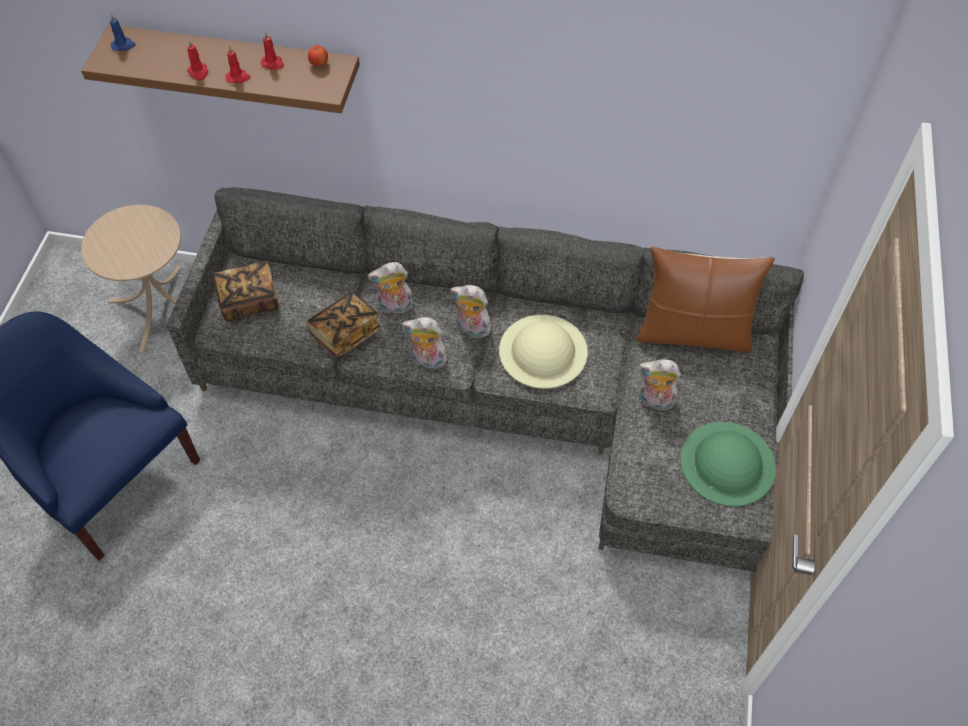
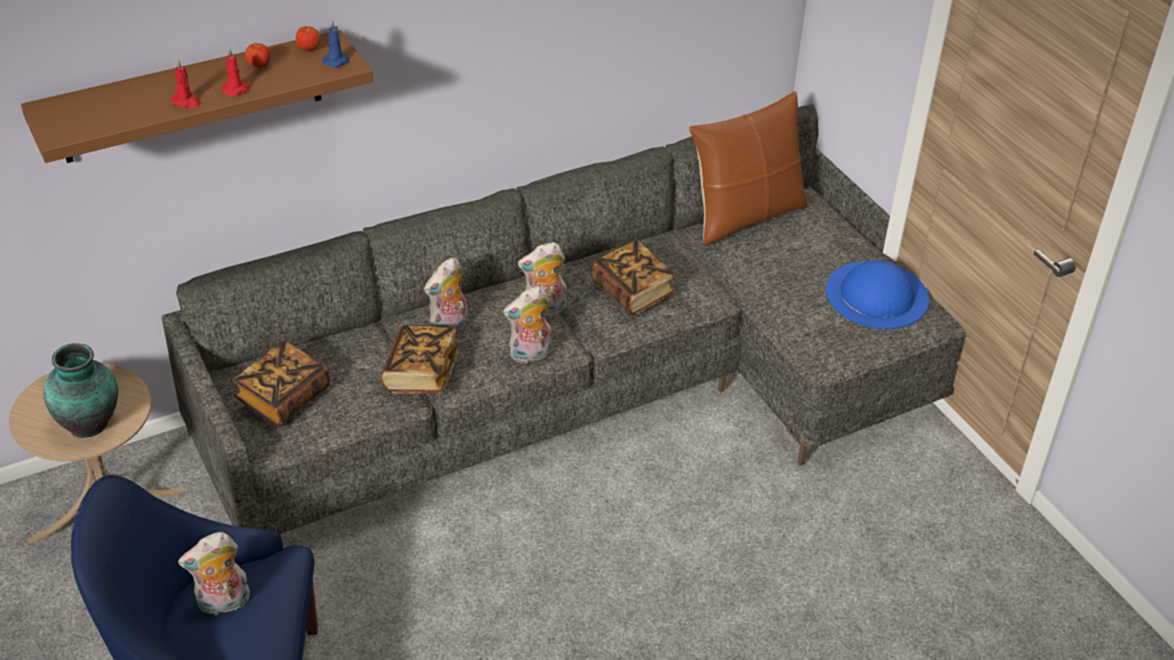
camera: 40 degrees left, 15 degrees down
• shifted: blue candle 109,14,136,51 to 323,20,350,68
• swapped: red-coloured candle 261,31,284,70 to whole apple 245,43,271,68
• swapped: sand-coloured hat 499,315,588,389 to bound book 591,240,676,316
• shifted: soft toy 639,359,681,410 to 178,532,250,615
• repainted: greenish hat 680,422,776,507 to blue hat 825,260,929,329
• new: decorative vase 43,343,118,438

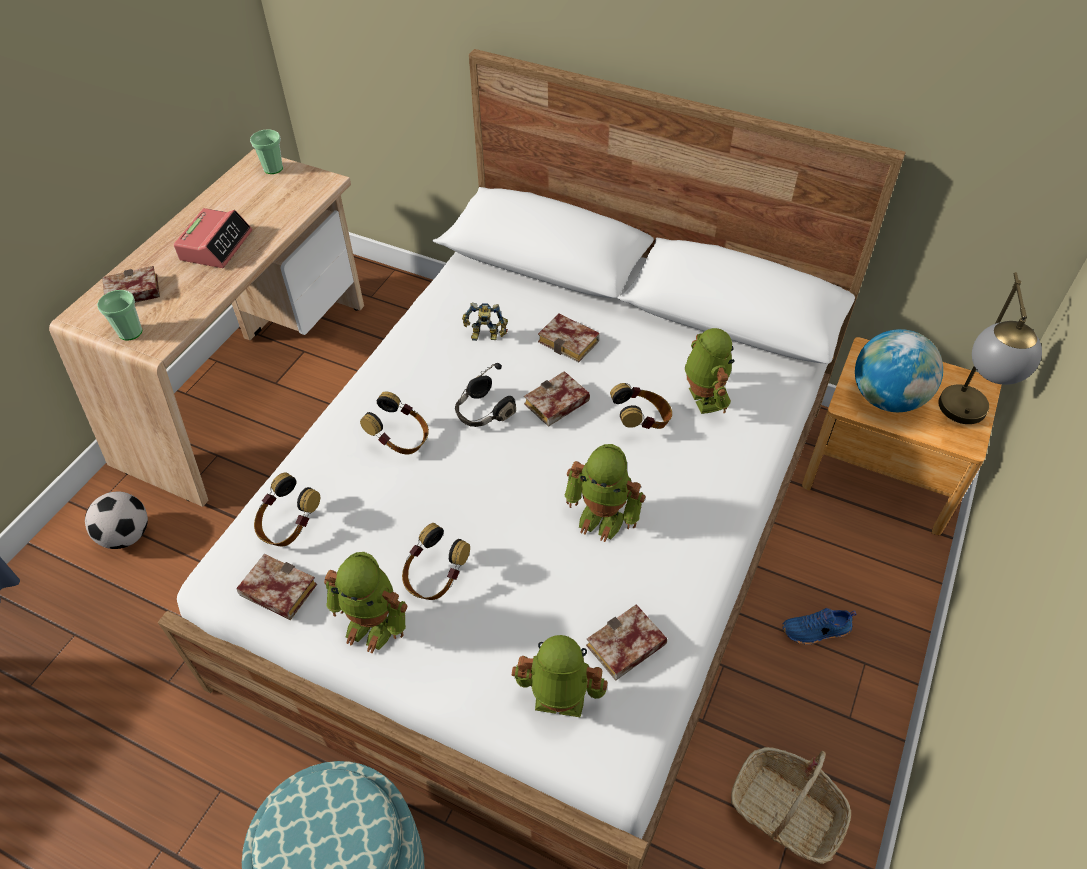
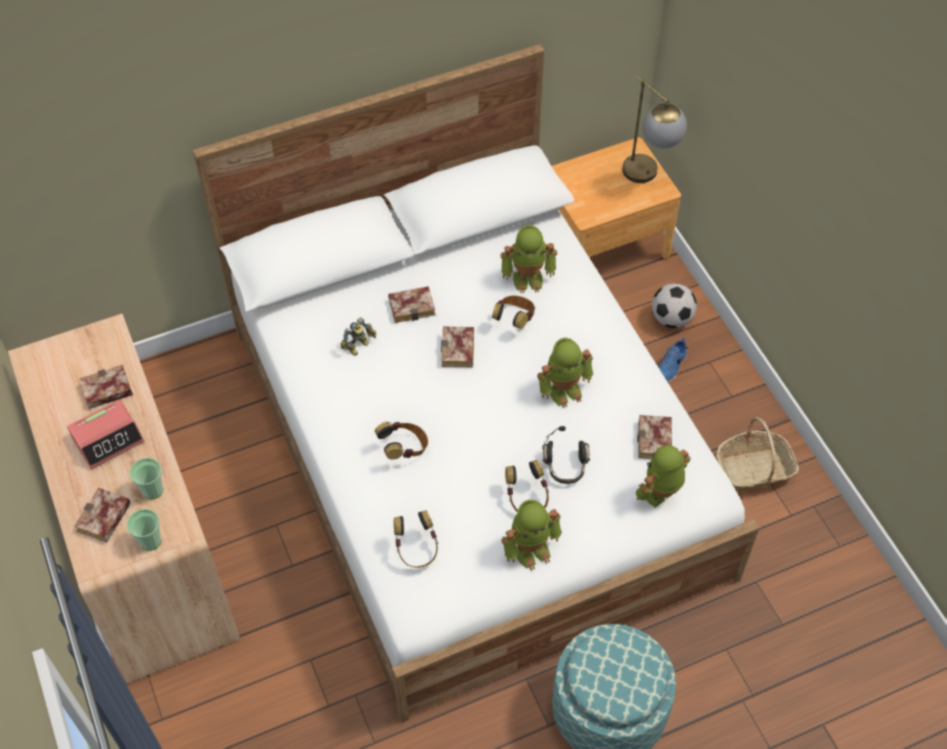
camera: 50 degrees left, 5 degrees up
• shifted: cup 250,129,283,174 to 130,458,163,499
• rotated: alarm clock 174,208,252,268 = 67,400,144,469 90 degrees clockwise
• rotated: robot figure 685,328,735,414 = 501,225,557,293 150 degrees clockwise
• gone: globe 855,329,943,412
• shifted: blackish headset 455,363,516,427 to 542,426,590,484
• shifted: football 85,492,148,549 to 652,283,697,328
• shifted: bound book 236,554,317,620 to 79,365,133,409

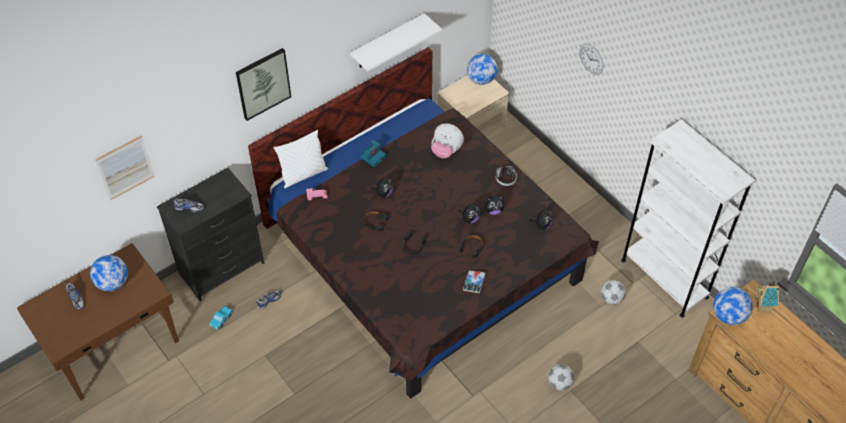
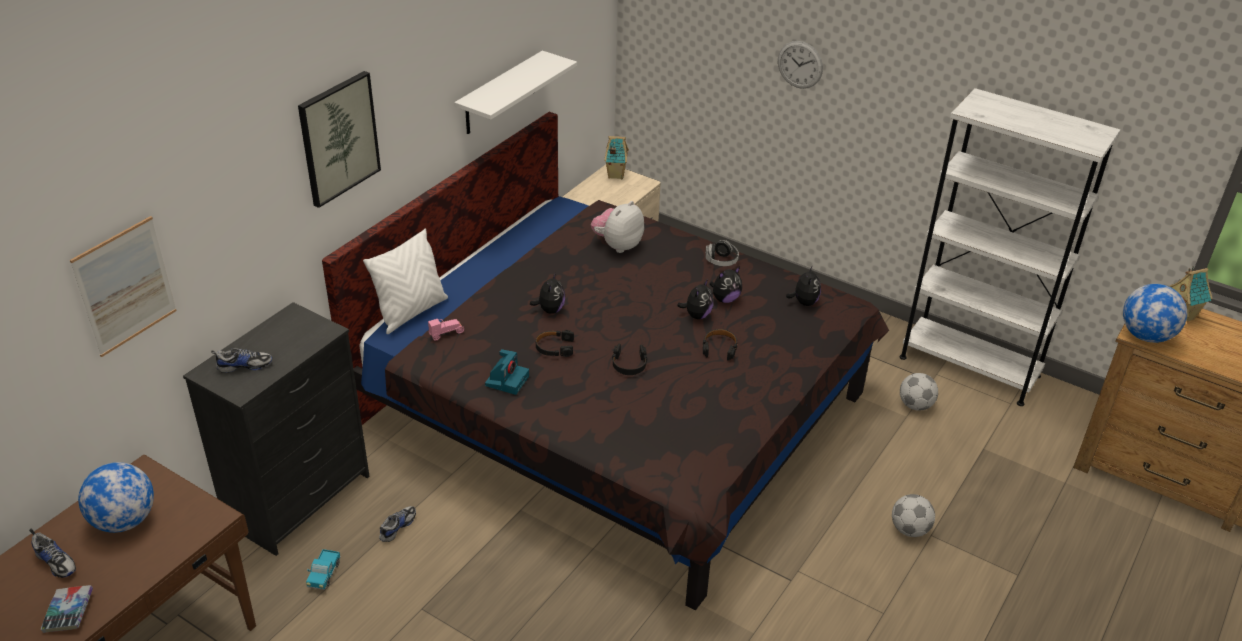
camera: 20 degrees left, 15 degrees down
• swapped: globe 467,54,497,85 to model house 604,136,629,179
• rotated: soft toy 431,124,464,158 = 591,201,644,253 120 degrees clockwise
• shifted: still camera 360,140,386,167 to 485,349,529,395
• shifted: bound book 463,270,486,293 to 41,585,93,633

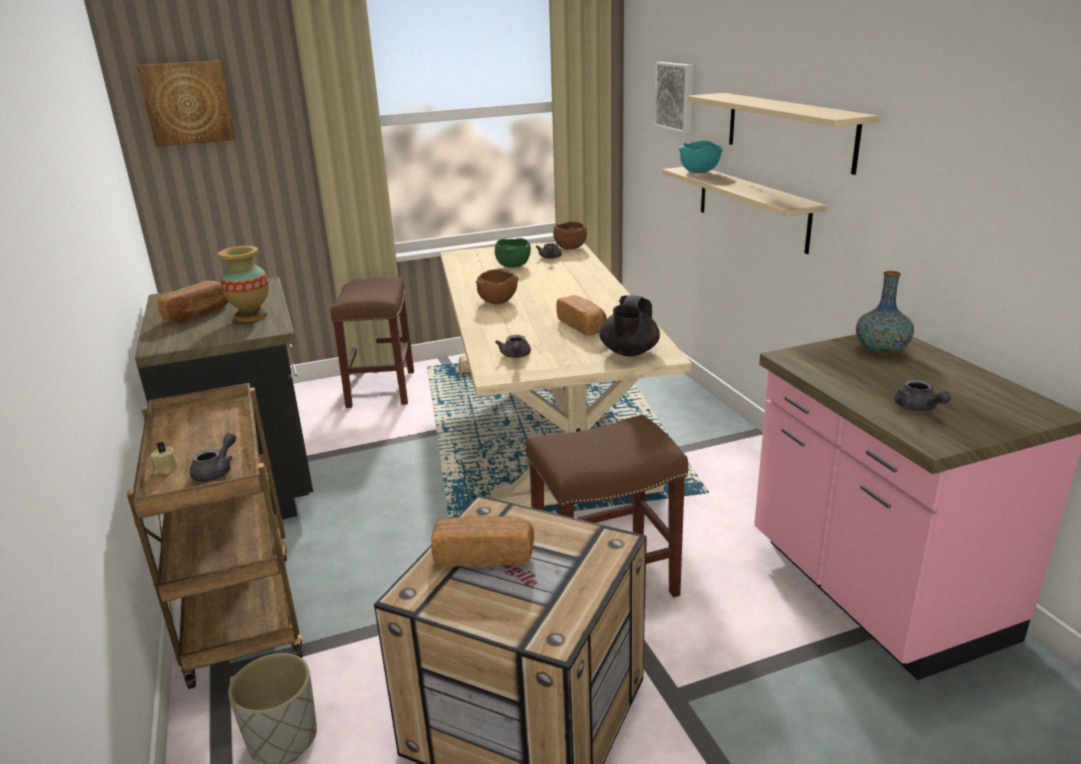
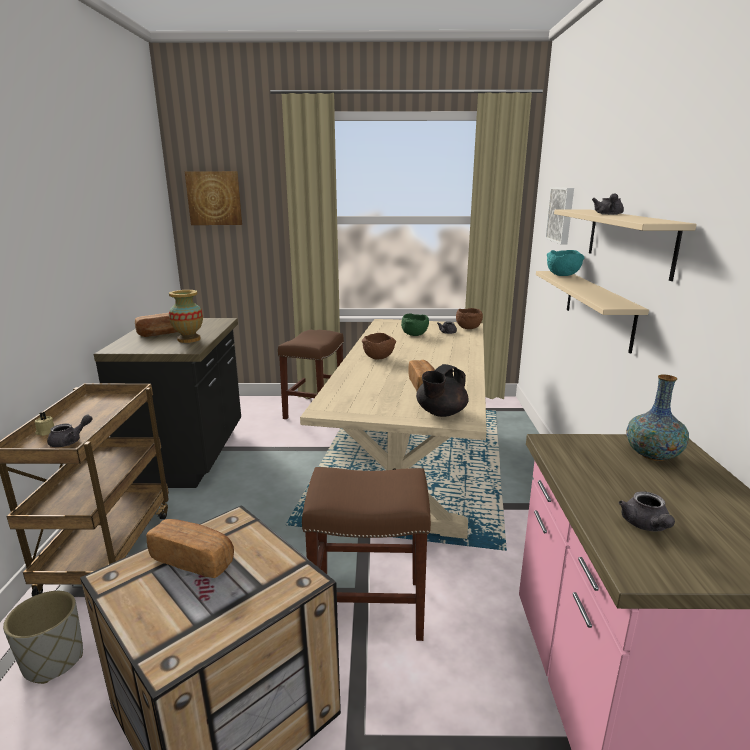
camera: 20 degrees right, 5 degrees down
• shifted: gray teapot 495,335,531,358 to 592,193,624,215

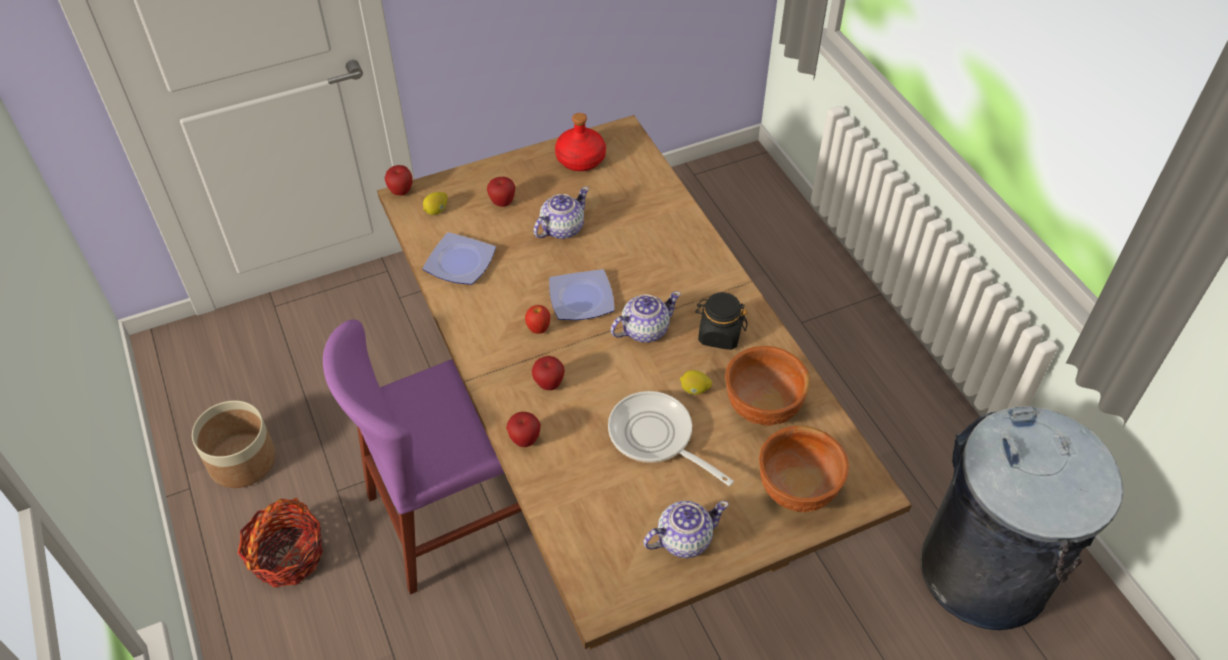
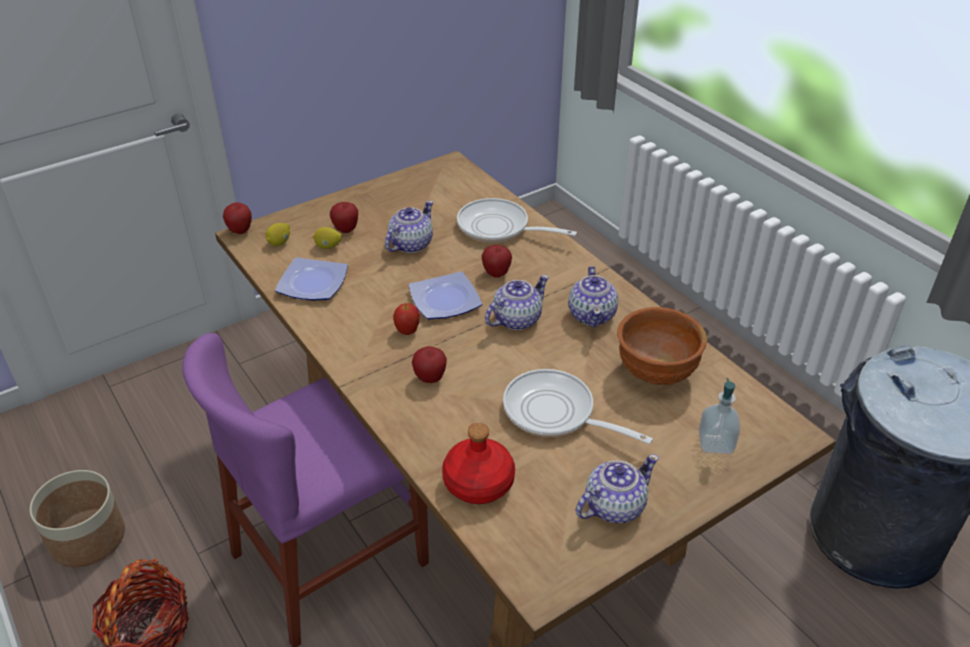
camera: 10 degrees left, 10 degrees down
• shifted: red-coloured beverage bottle 555,113,606,171 to 442,423,515,504
• swapped: blackish jar 695,292,748,350 to teapot 568,266,618,328
• shifted: citrus fruit 680,370,712,394 to 313,227,342,249
• shifted: whole apple 506,412,541,447 to 482,245,512,278
• swapped: brownish serving bowl 759,426,849,512 to soap dispenser 699,378,740,454
• new: frying pan 457,198,577,242

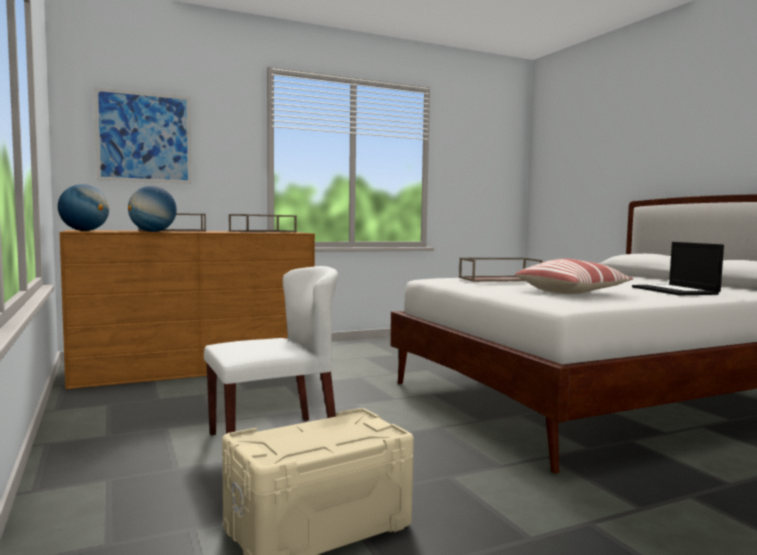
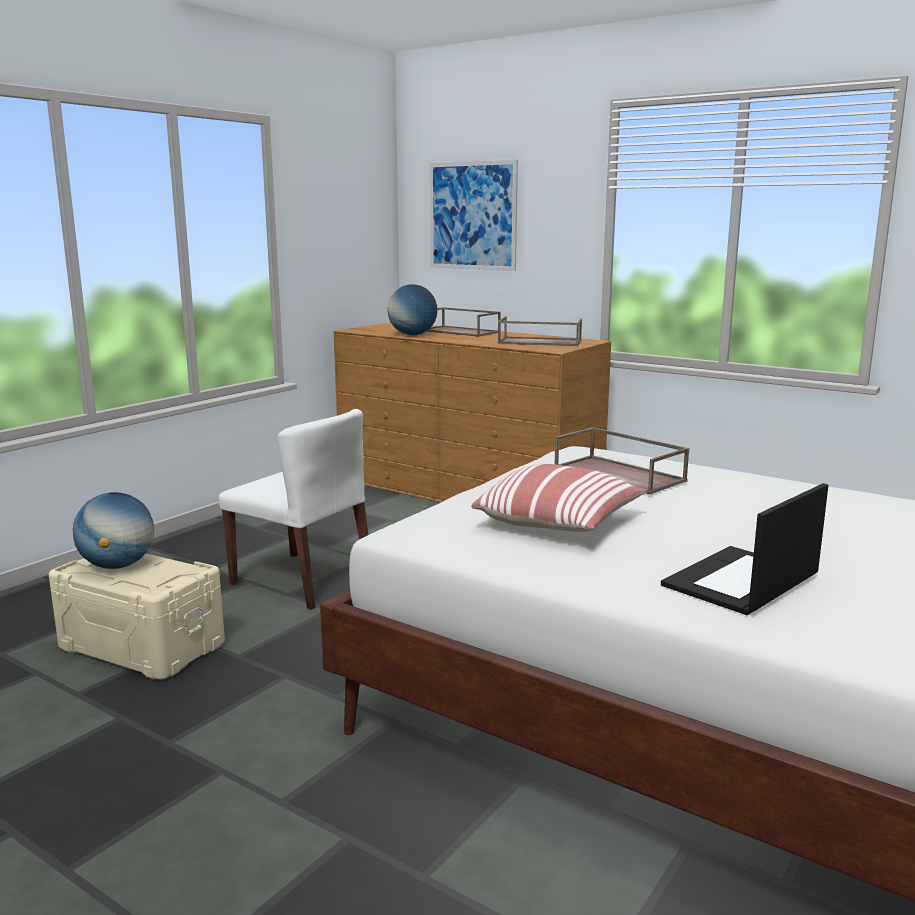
camera: 60 degrees right, 10 degrees up
• shifted: globe 58,184,109,231 to 73,492,154,569

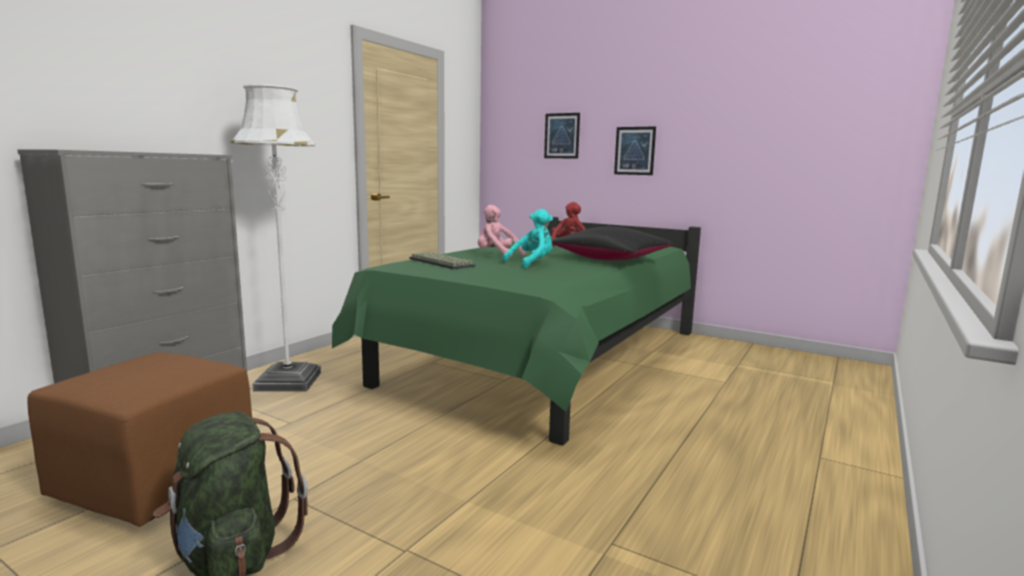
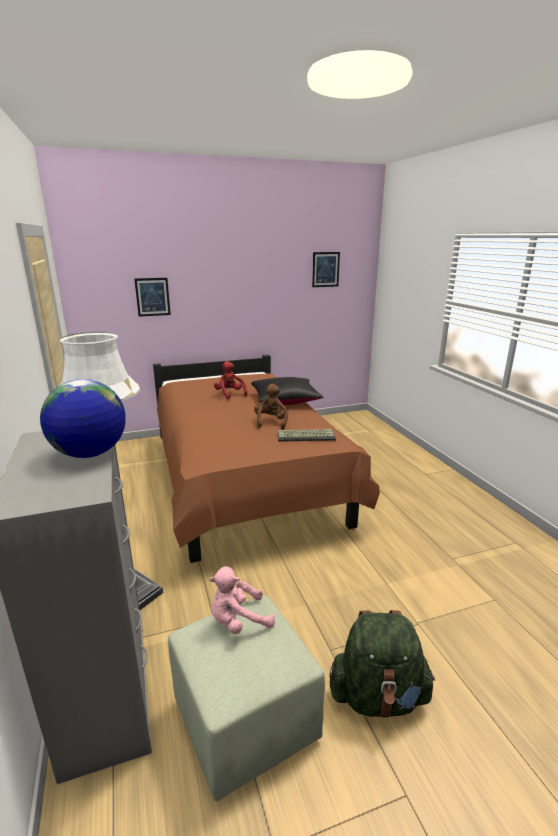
camera: 50 degrees left, 10 degrees up
• shifted: wall art 614,126,656,175 to 312,252,340,287
• shifted: pinkish soft toy 478,205,526,258 to 209,567,275,634
• repainted: turquoise-coloured soft toy 503,209,553,268 to brownish soft toy 254,384,288,430
• repainted: greenish bed 332,217,701,446 to brownish bed 153,355,380,563
• shifted: PC keyboard 409,252,475,269 to 277,429,336,442
• repainted: brownish pouffe 28,353,252,527 to greenish pouffe 168,595,325,801
• new: globe 40,379,126,458

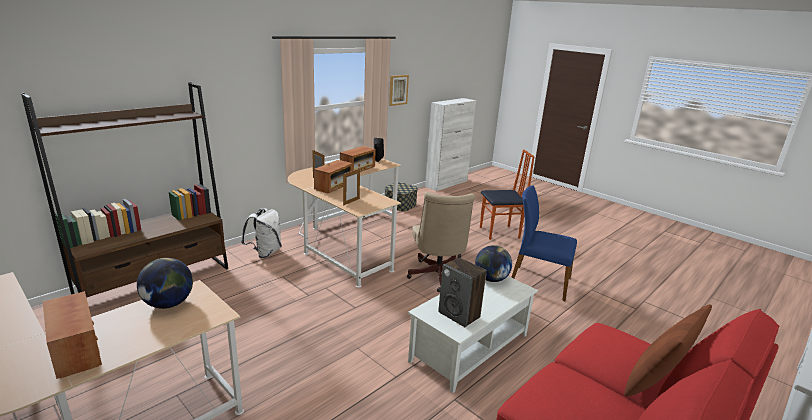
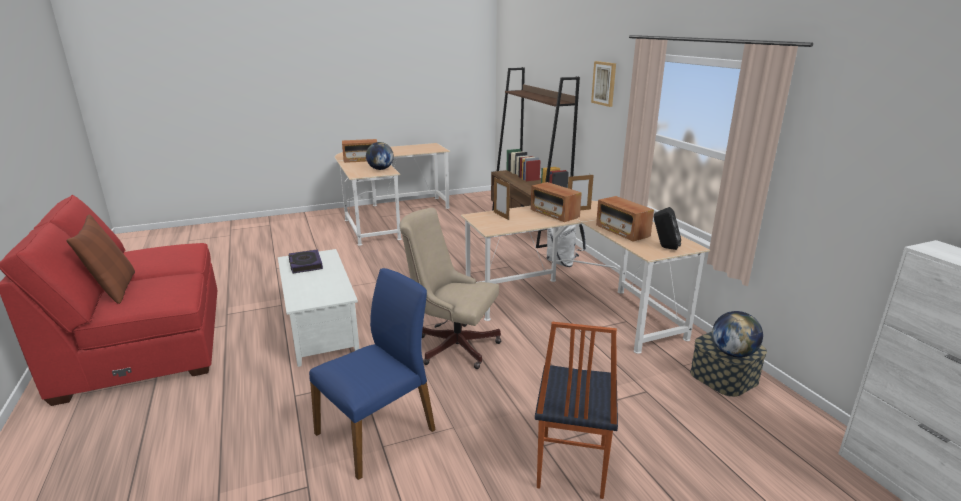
camera: 115 degrees right, 0 degrees up
• shifted: wall art 389,75,409,106 to 591,61,616,107
• shifted: globe 475,245,512,282 to 712,311,763,358
• swapped: audio speaker 438,257,487,327 to bound book 288,249,323,274

